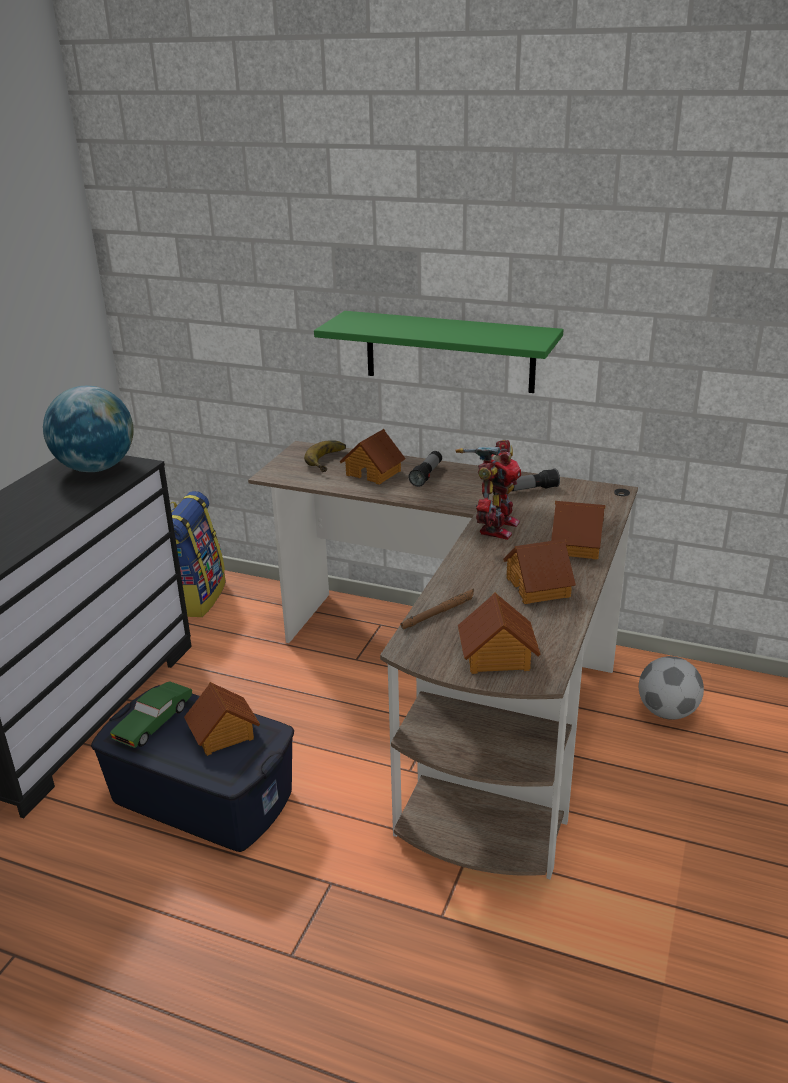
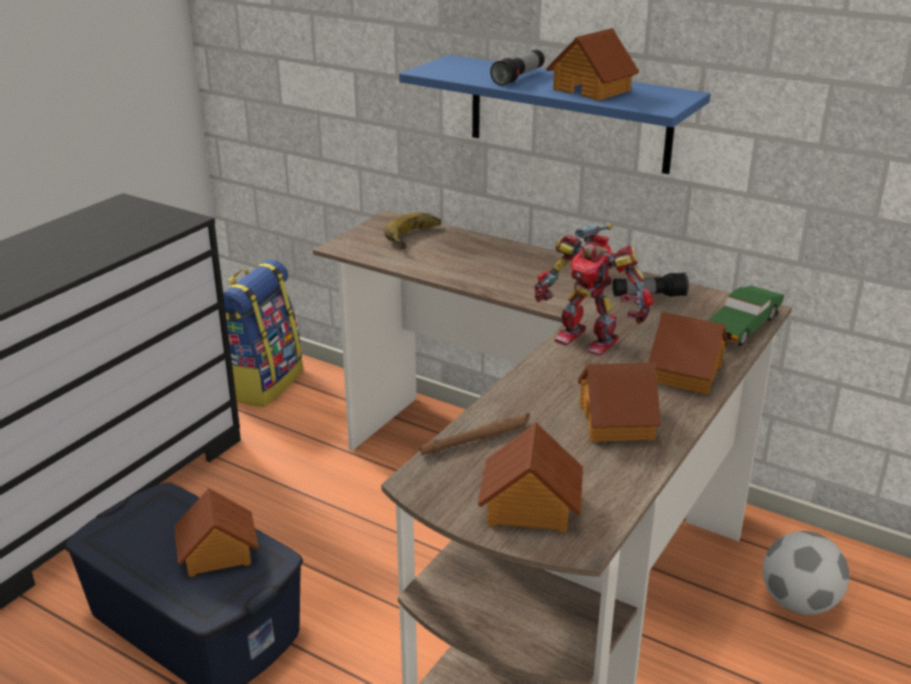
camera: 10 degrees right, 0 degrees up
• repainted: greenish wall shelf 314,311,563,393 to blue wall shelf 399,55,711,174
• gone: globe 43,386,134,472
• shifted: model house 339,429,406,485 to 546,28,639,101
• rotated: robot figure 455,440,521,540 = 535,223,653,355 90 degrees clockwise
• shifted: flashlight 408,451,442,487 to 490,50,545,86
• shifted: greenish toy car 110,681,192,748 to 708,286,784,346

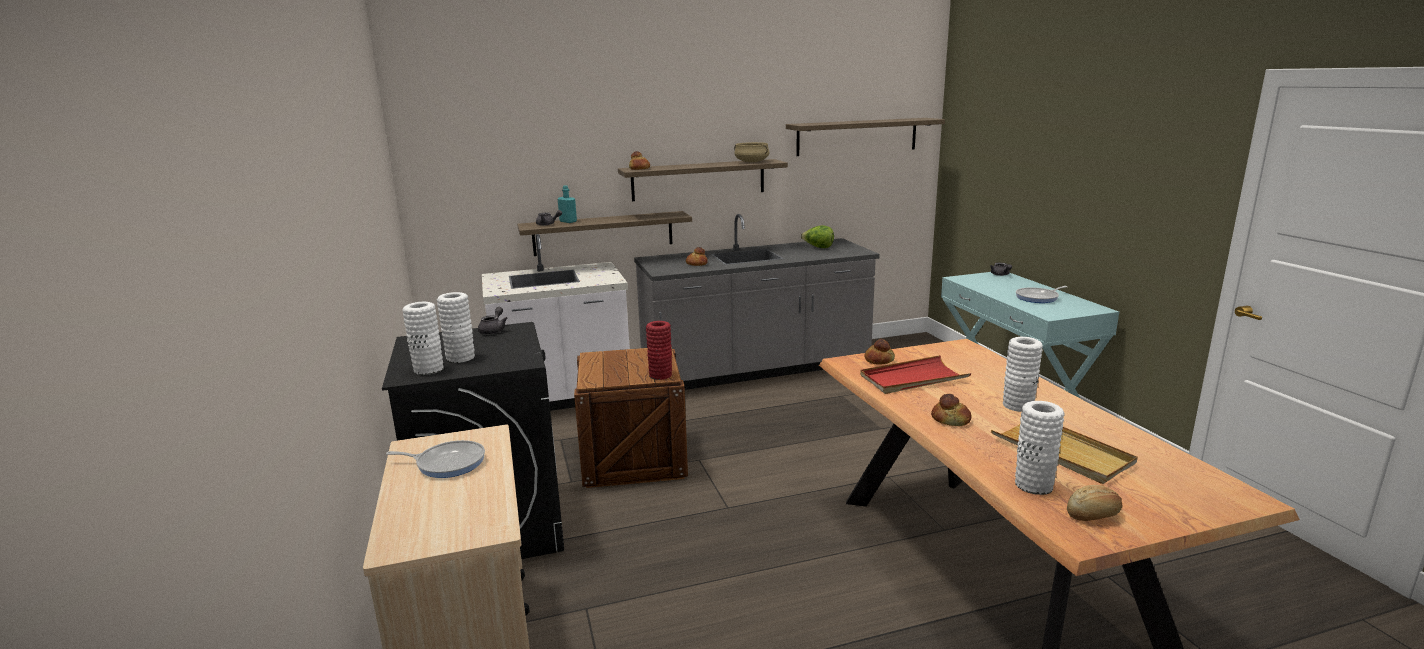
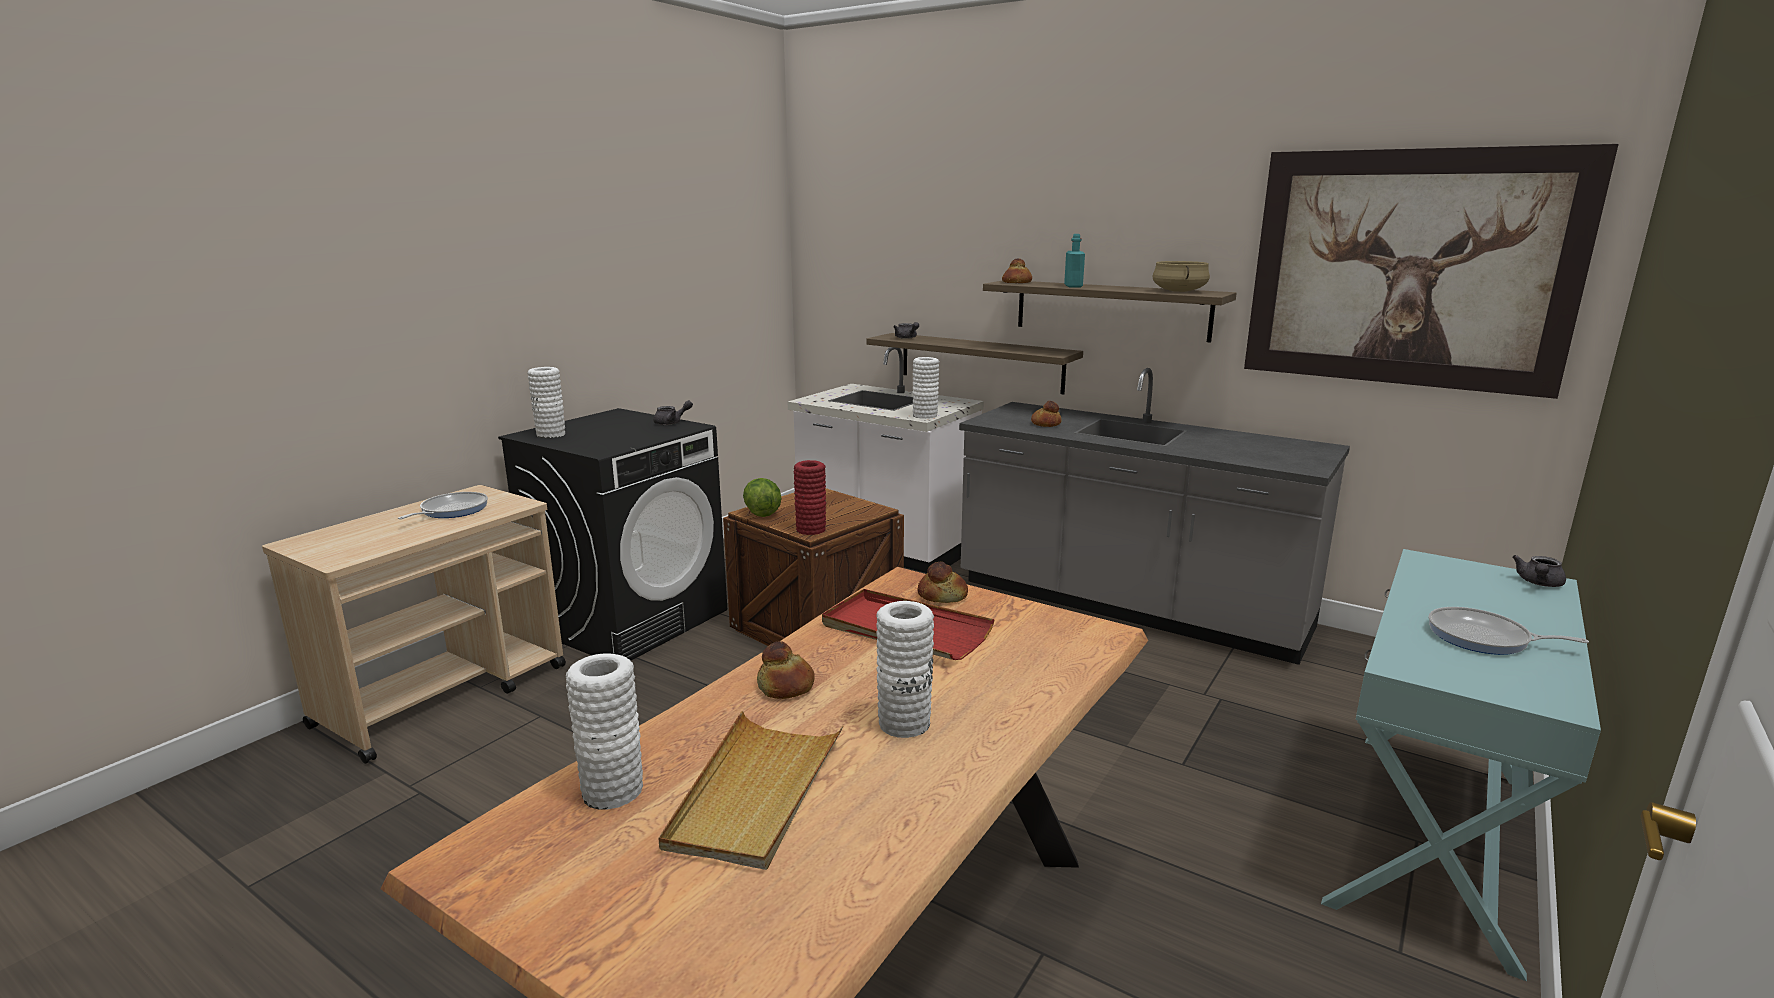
camera: 50 degrees right, 0 degrees up
• swapped: wall shelf 786,118,945,156 to wall art 1244,144,1619,399
• shifted: turquoise-coloured beverage bottle 558,185,577,223 to 1064,234,1085,287
• shifted: lettuce head 801,225,834,248 to 743,478,782,517
• shifted: white-coloured decorative vase 437,292,475,363 to 912,357,939,419
• rotated: frying pan 386,440,485,478 = 398,492,488,519 120 degrees counterclockwise
• gone: bakery bread 1067,485,1122,521

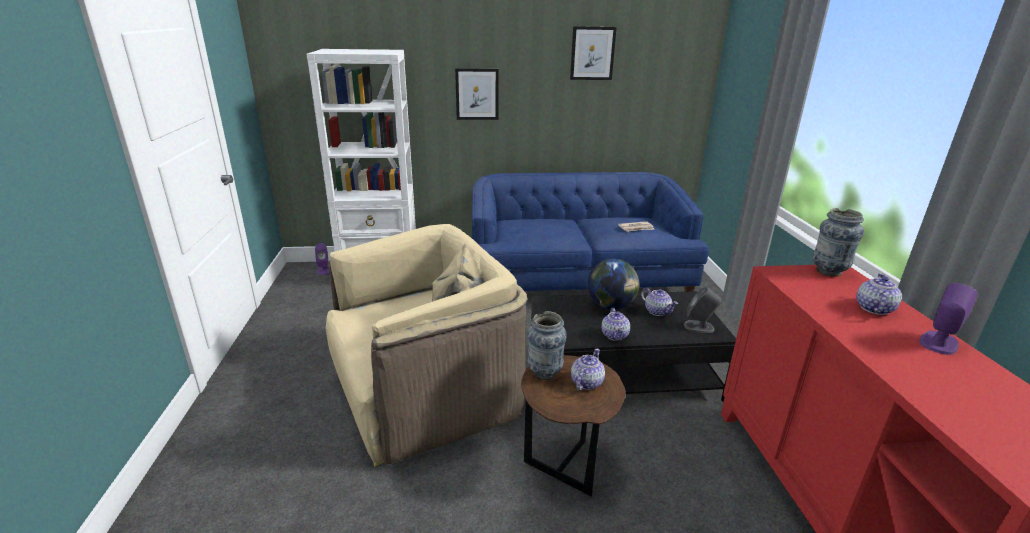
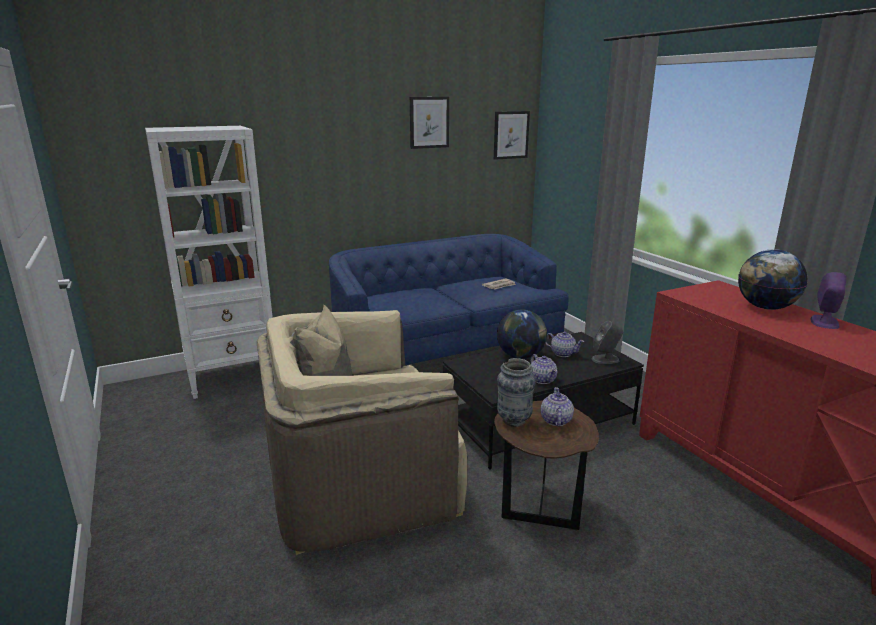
camera: 20 degrees left, 5 degrees down
• shifted: wall art 455,68,499,120 to 494,111,530,160
• gone: decorative vase 813,208,864,277
• rotated: sand-coloured lounge chair 326,224,527,467 = 257,305,467,555 150 degrees counterclockwise
• gone: purplish audio speaker 315,243,330,275
• swapped: teapot 856,273,902,315 to globe 738,249,807,310

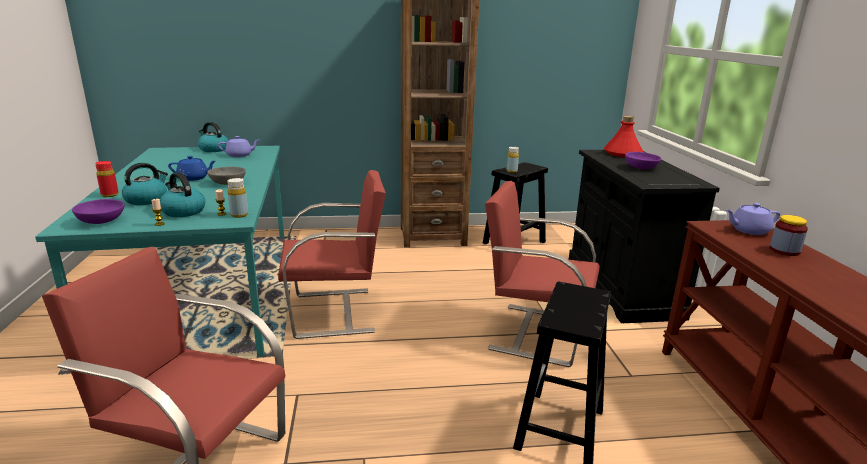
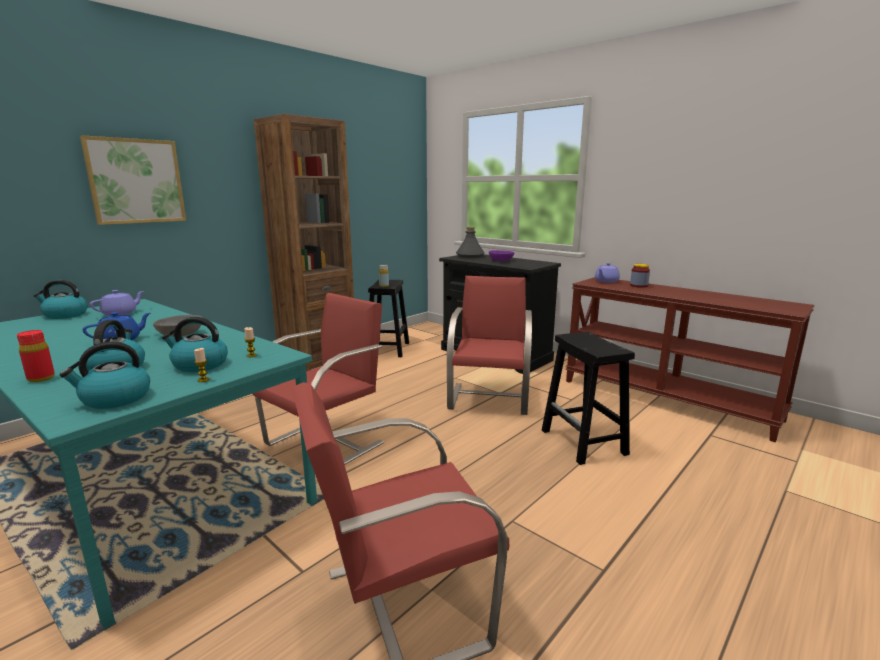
camera: 40 degrees left, 5 degrees down
• repainted: red-coloured beverage bottle 604,116,644,157 to gray beverage bottle 456,227,485,258
• gone: yellow-coloured beverage bottle 227,178,248,218
• rotated: red-coloured plain chair 485,181,600,367 = 447,276,532,415 120 degrees clockwise
• swapped: purplish serving bowl 72,199,125,224 to kettle 59,342,150,409
• new: wall art 80,135,186,225

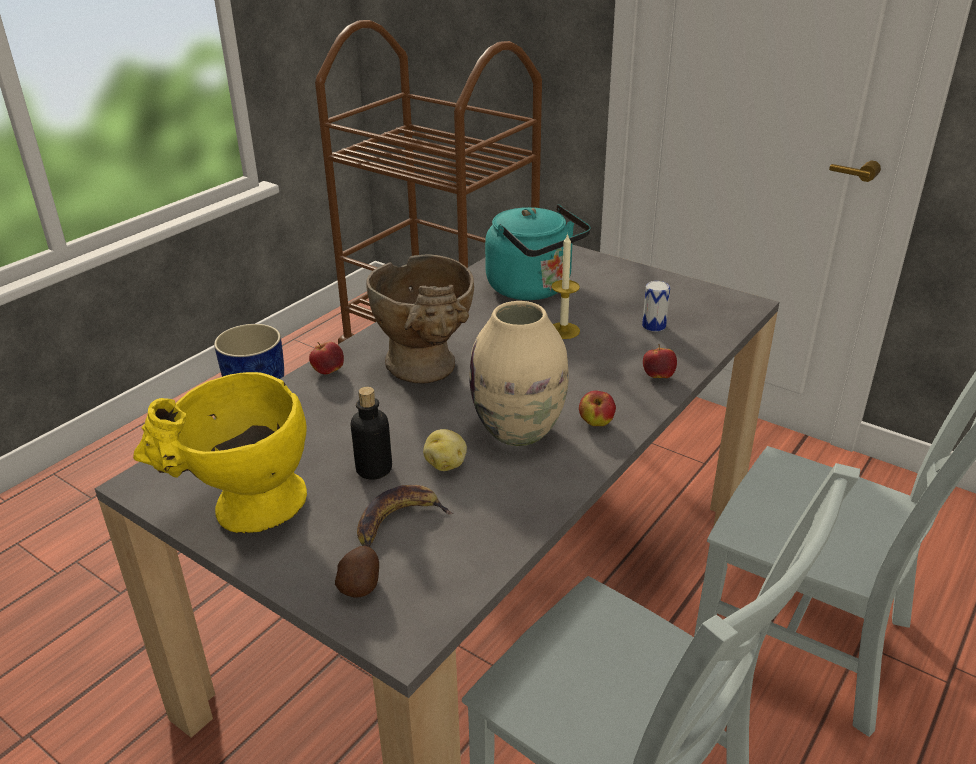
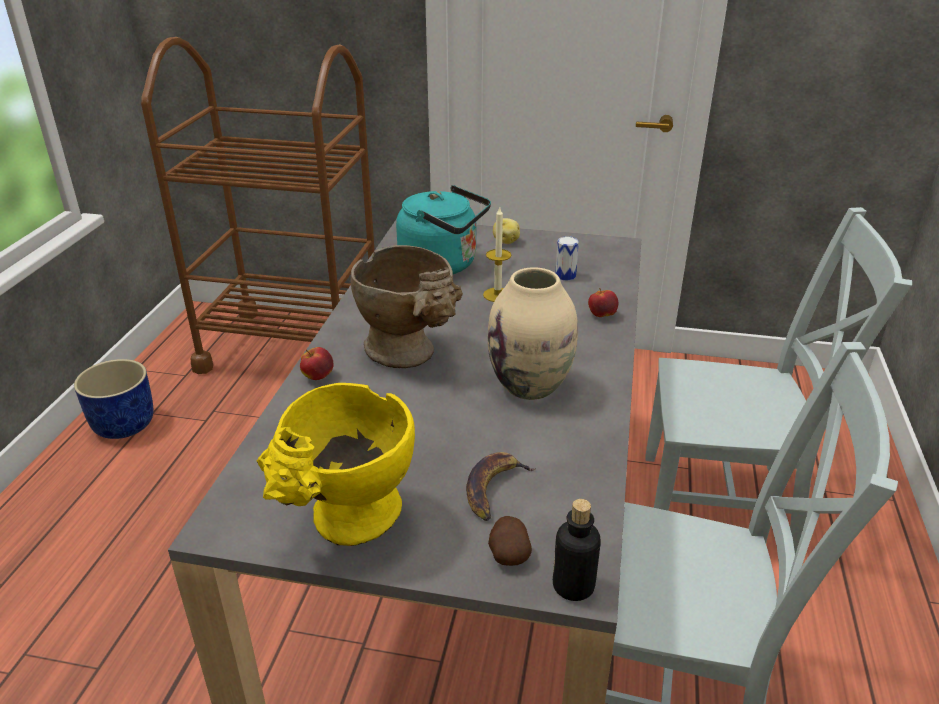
camera: 25 degrees left, 0 degrees up
• shifted: beverage bottle 351,387,392,479 to 553,499,601,601
• gone: whole apple 579,390,616,426
• shifted: whole potato 423,429,467,471 to 493,218,520,244

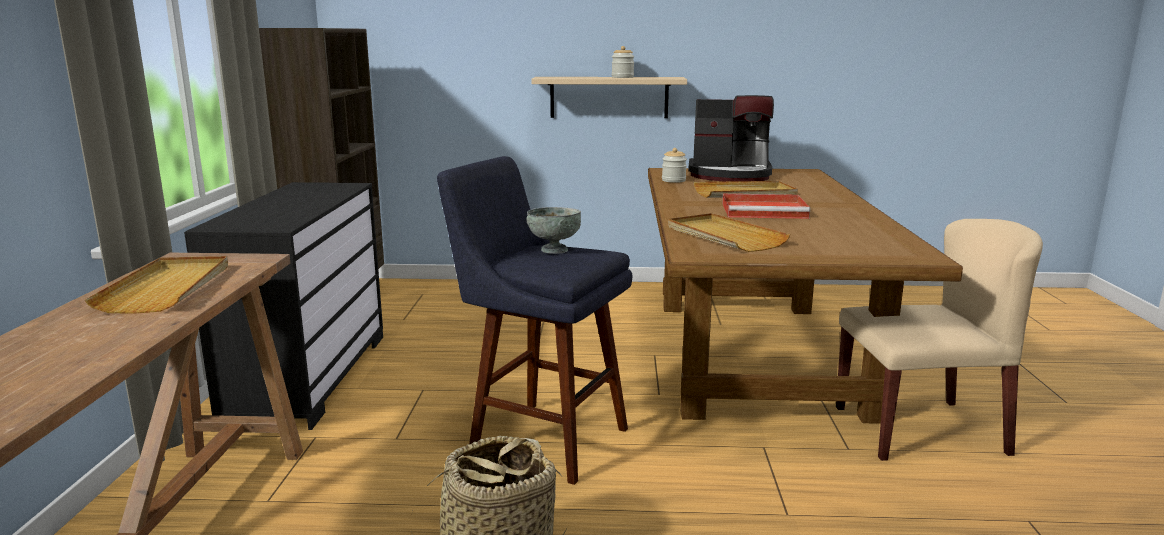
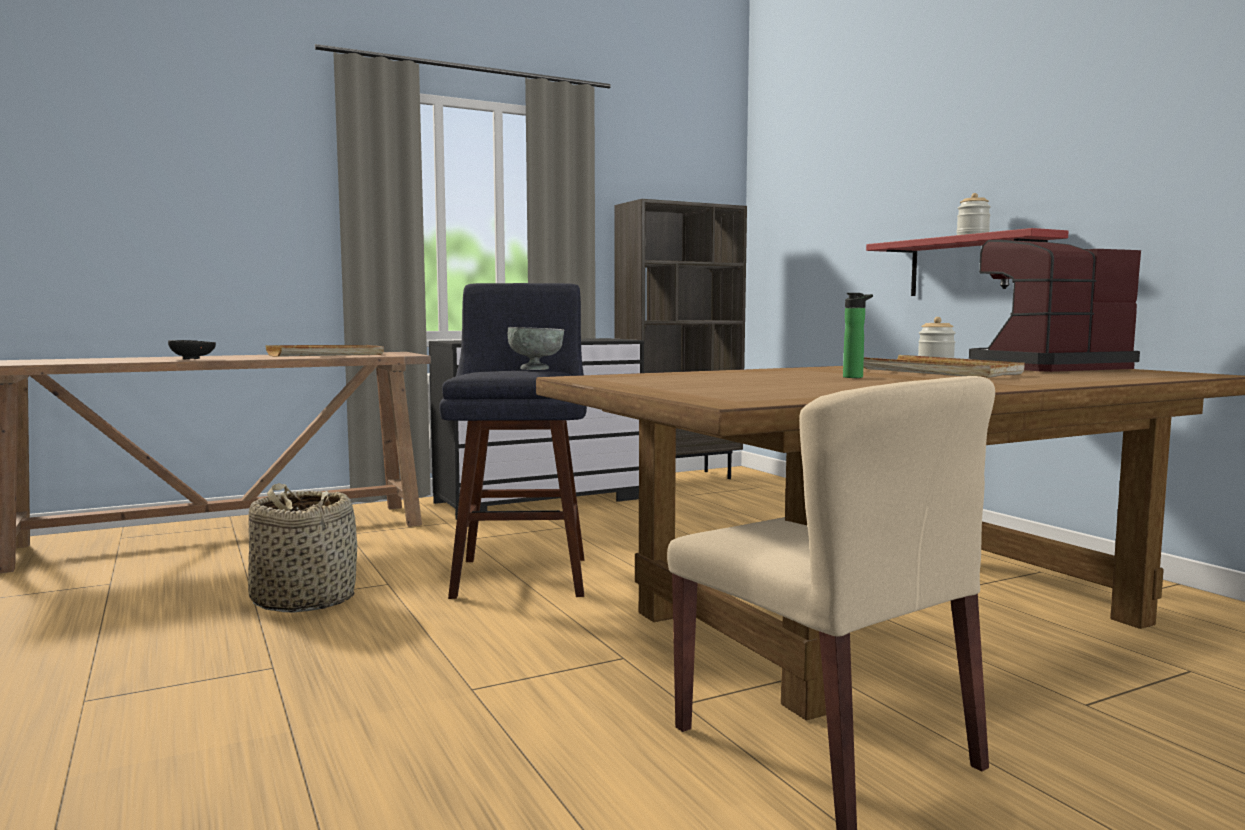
camera: 60 degrees right, 10 degrees down
• repainted: sand-coloured wall shelf 531,77,687,118 to red-coloured wall shelf 866,228,1069,296
• rotated: coffee maker 688,95,774,181 = 969,240,1141,372 90 degrees clockwise
• swapped: red-coloured carrying tray 722,194,810,219 to beverage bottle 843,293,873,378
• gone: sand-coloured carrying tray 668,213,790,252
• new: blackish serving bowl 168,340,216,359

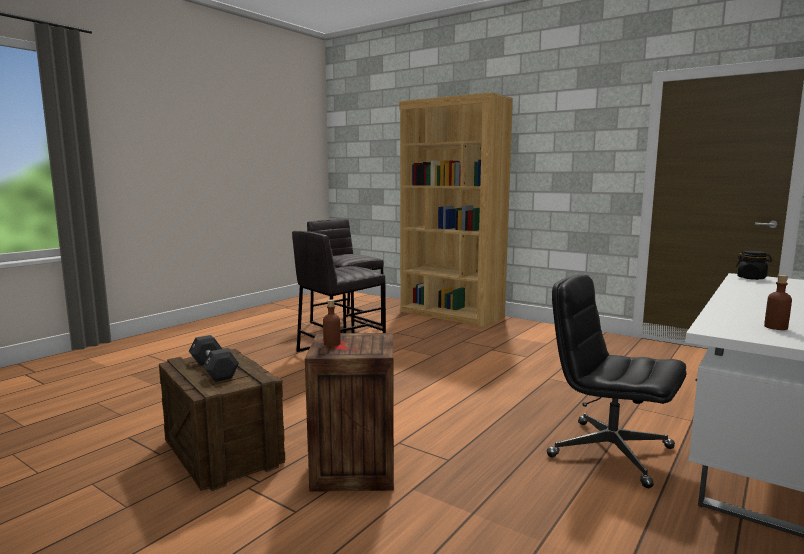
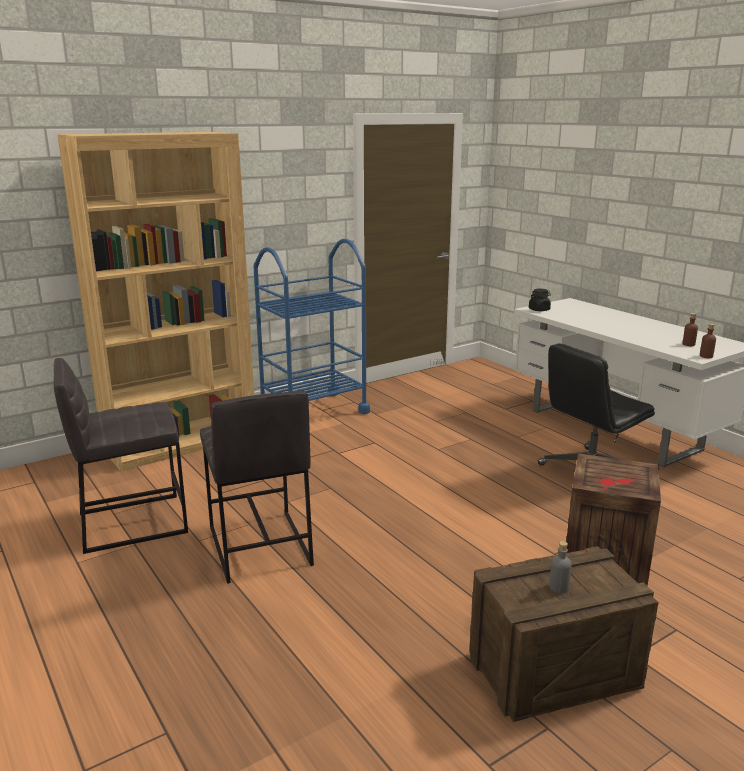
camera: 70 degrees left, 10 degrees up
• shifted: brownish beverage bottle 323,299,341,346 to 700,323,716,358
• swapped: blackish free weight 189,335,239,382 to gray beverage bottle 549,541,572,593
• new: blue wheeled cart 253,239,370,414

